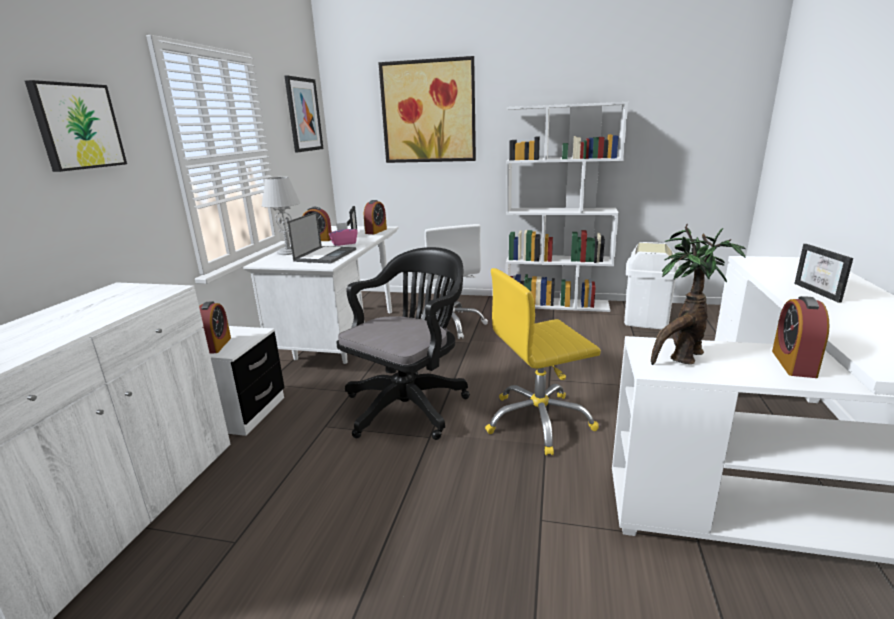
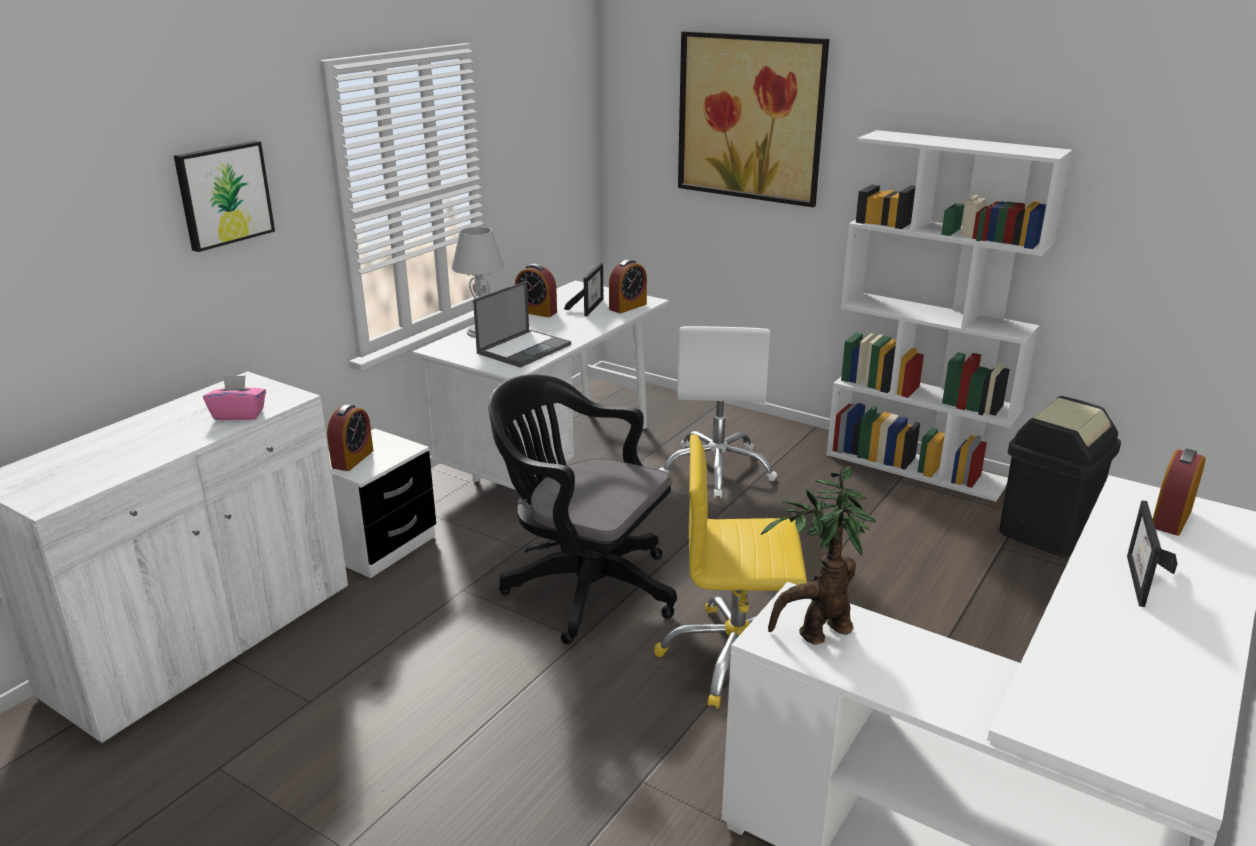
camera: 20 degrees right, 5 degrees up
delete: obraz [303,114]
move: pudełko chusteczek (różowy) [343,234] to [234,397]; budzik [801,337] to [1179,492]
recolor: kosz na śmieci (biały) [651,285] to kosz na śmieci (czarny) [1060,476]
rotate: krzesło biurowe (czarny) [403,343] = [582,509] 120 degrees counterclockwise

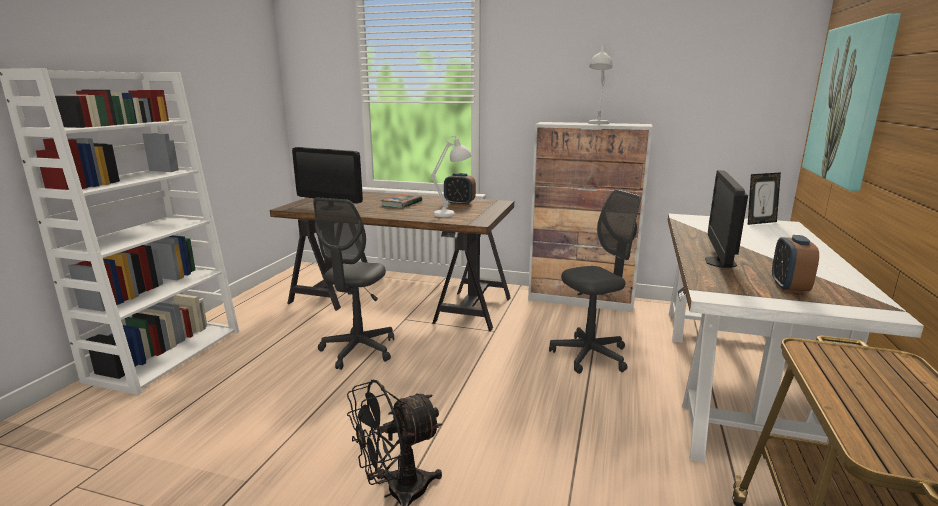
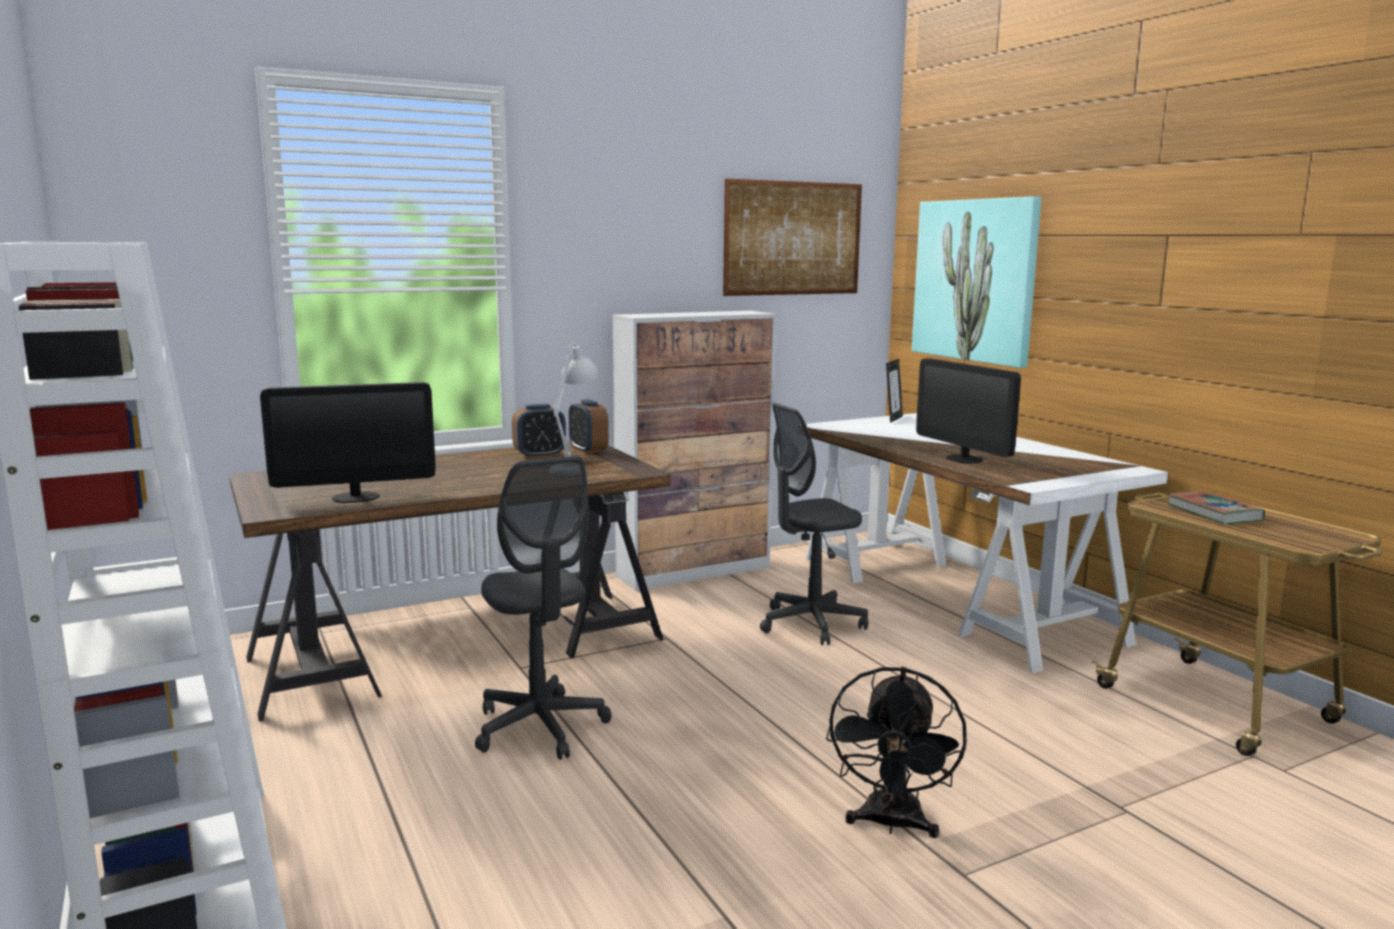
camera: 45 degrees left, 5 degrees down
delete: lampa stołowa (biały) [600,83]
insert: obraz [792,237]
move: książka [401,200] to [1216,507]; budzik [795,264] to [589,426]
rotate: krzesło biurowe (szary) [595,282] = [814,523] 135 degrees counterclockwise

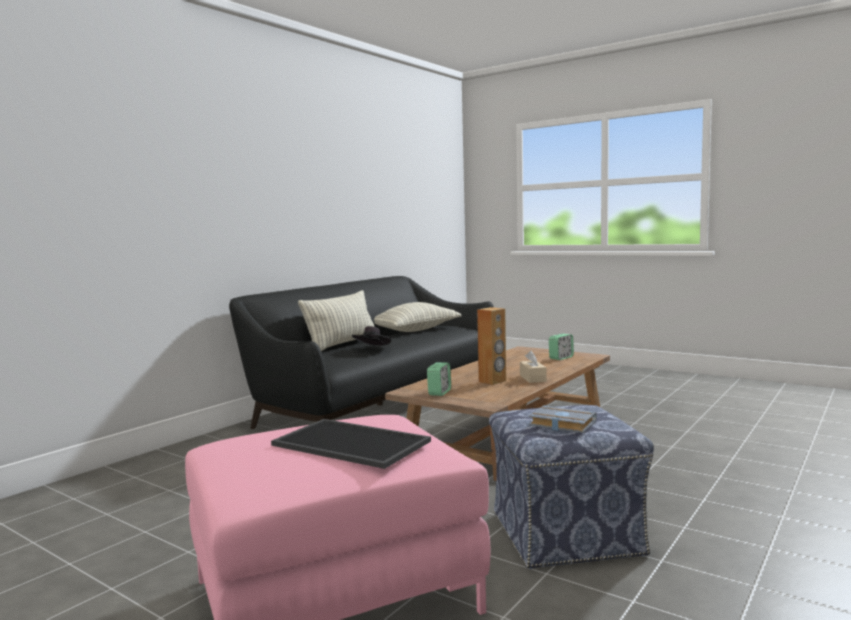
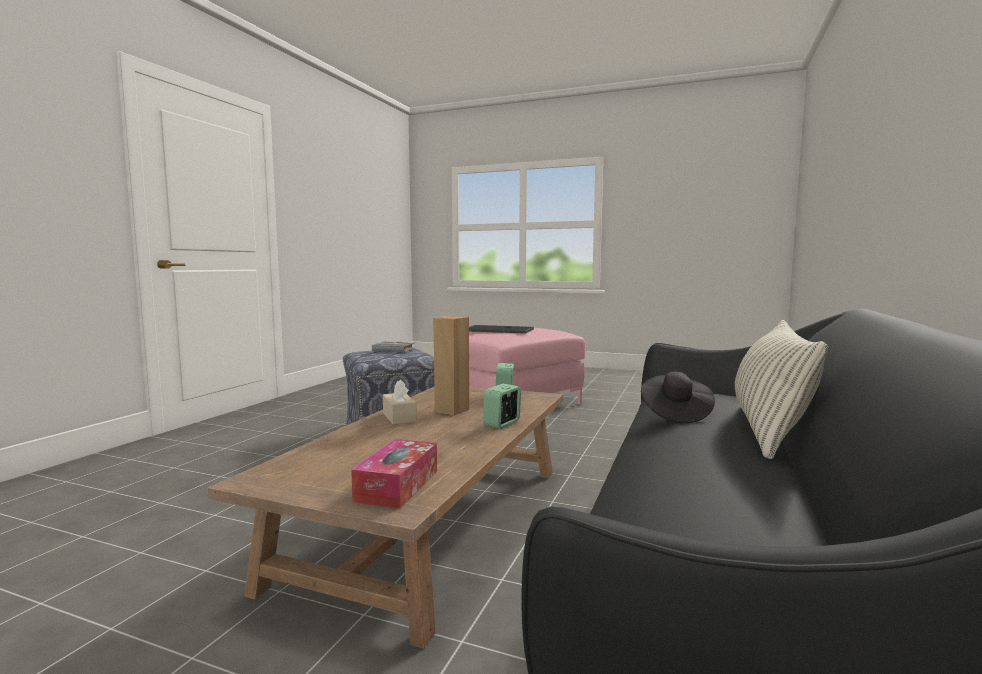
camera: 165 degrees right, 0 degrees up
delete: poduszka [417,317]
insert: pudełko chusteczek [394,473]
move: budzik [561,347] to [502,406]

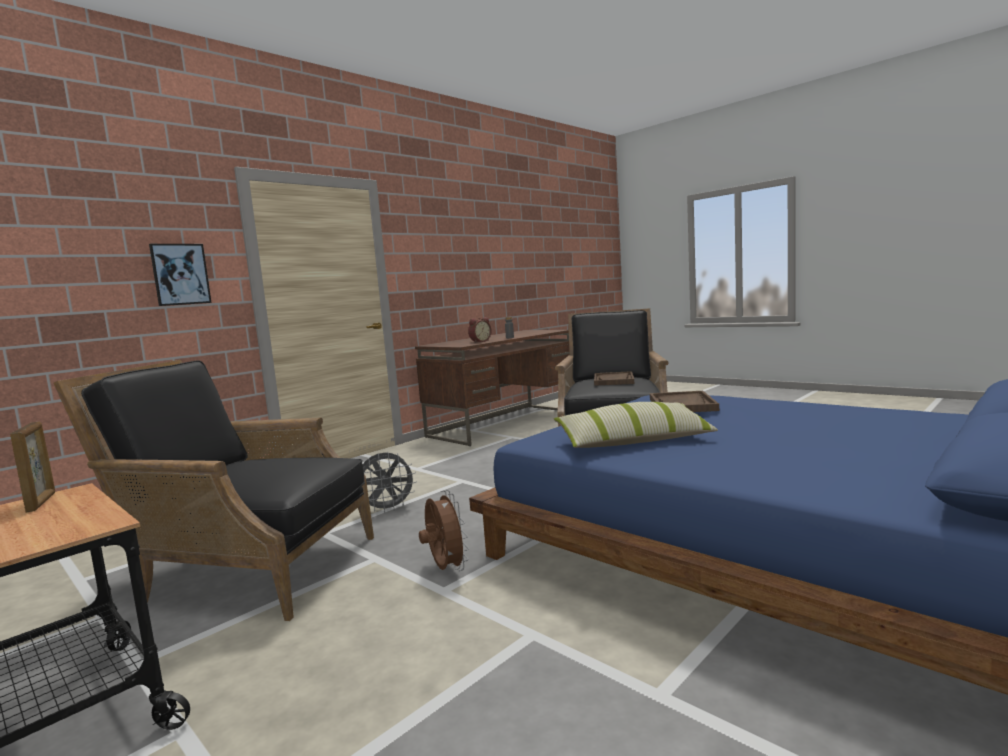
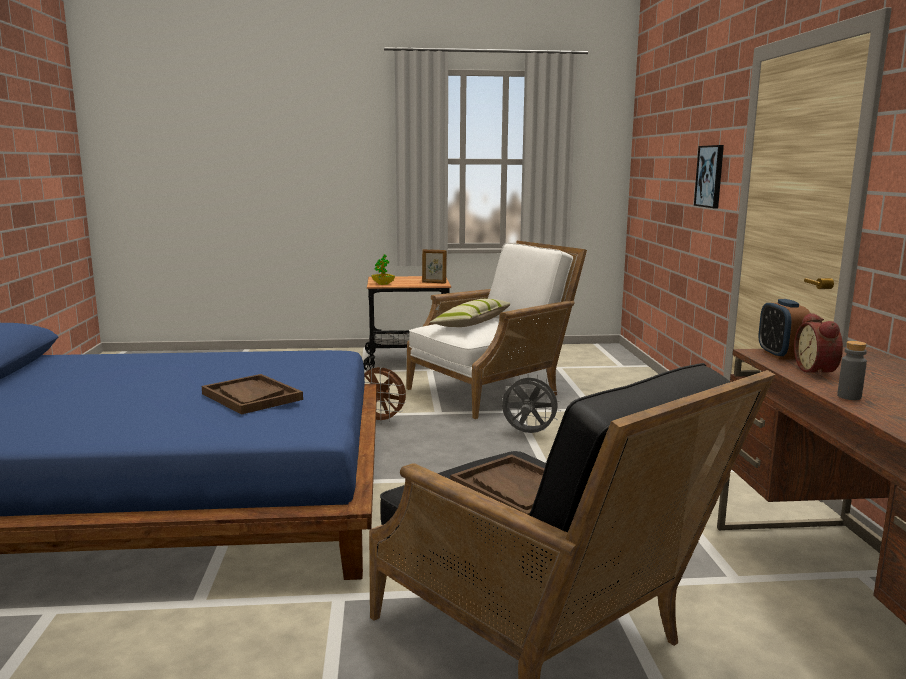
camera: 130 degrees right, 5 degrees up
insert: roślina doniczkowa [383,269]; budzik [784,329]
move: poduszka [636,425] to [470,313]
recolor: fotel (czarny) [214,490] to fotel (biały) [497,330]
rotate: wentylator (szary) [390,482] = [532,403] 90 degrees clockwise

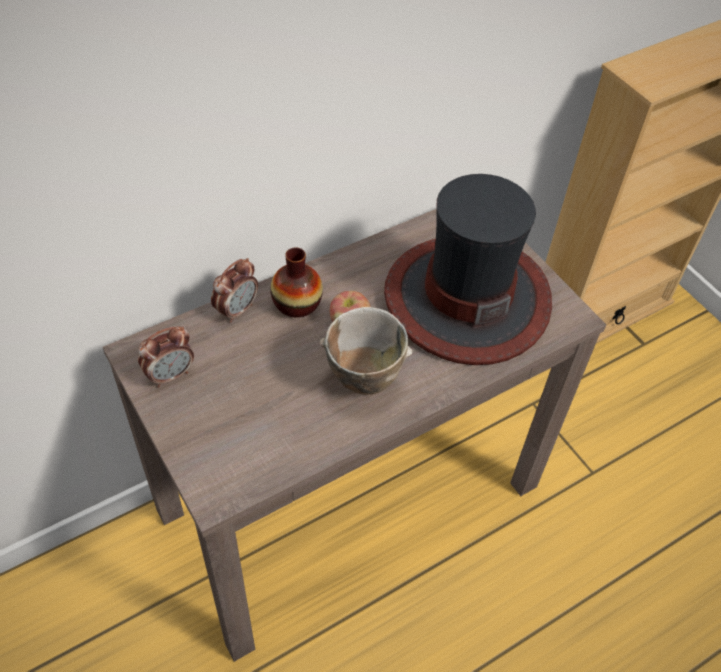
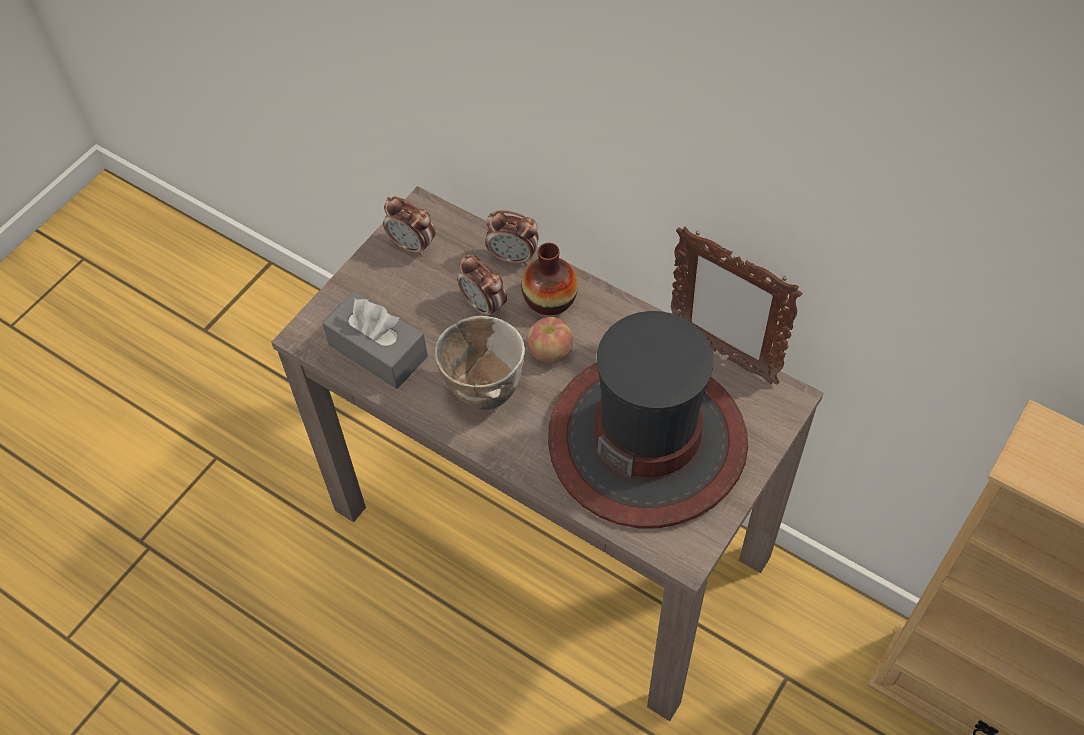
camera: 70 degrees right, 5 degrees up
insert: ramka na zdjęcie [736,305]; budzik [482,285]; pudełko chusteczek (szary) [375,340]

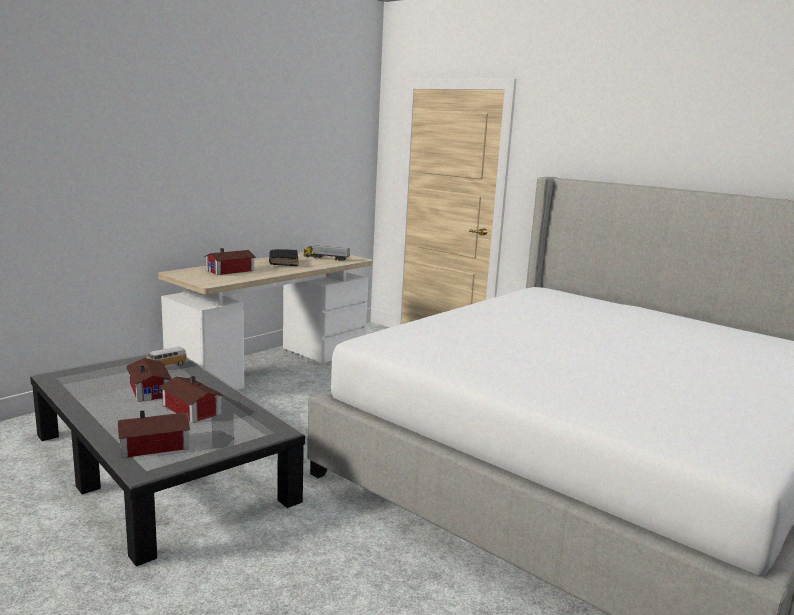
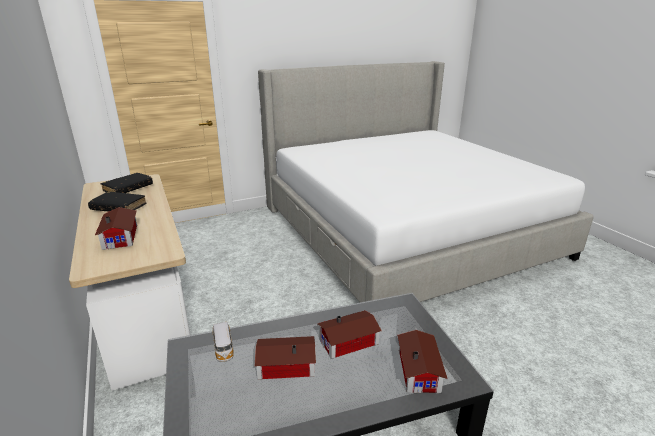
camera: 65 degrees left, 10 degrees up
replace: ciężarówka zabawkowa [327,253] to książka (czarny) [127,183]

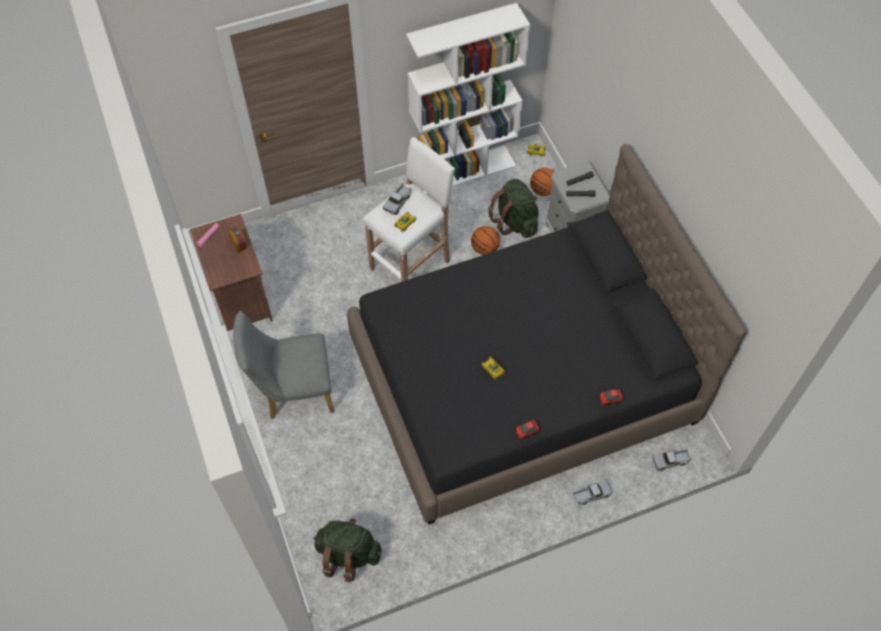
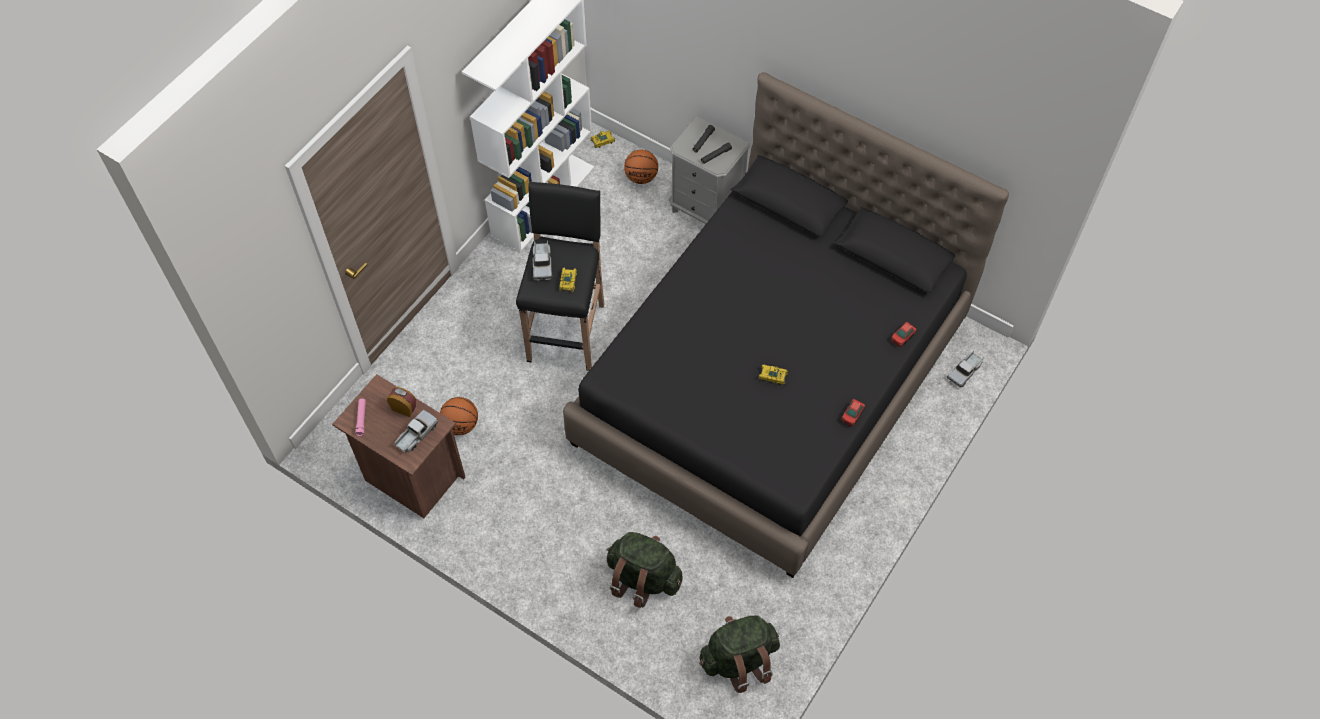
camera: 35 degrees left, 0 degrees up
delete: krzesło (szary) [283,365]
move: plecak (zielony) [513,208] to [645,570]; piłka do koszykówki [485,240] to [459,416]; ciężarówka zabawkowa [592,492] to [416,431]
recolor: stołek (biały) [409,209] to stołek (czarny) [560,276]

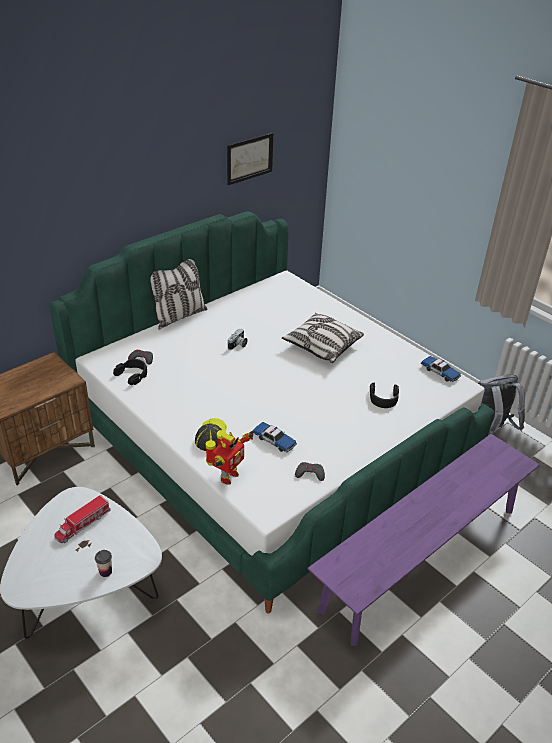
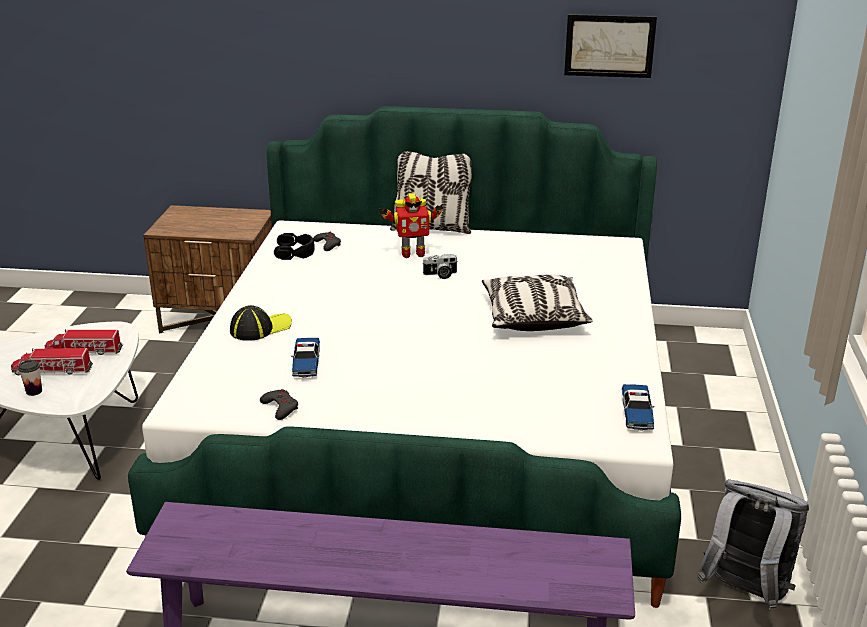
camera: 50 degrees right, 10 degrees down
delete: słuchawki (czarny) [384,395]
insert: ciężarówka zabawkowa [52,361]
move: robot zabawkowy [230,457] to [411,225]

